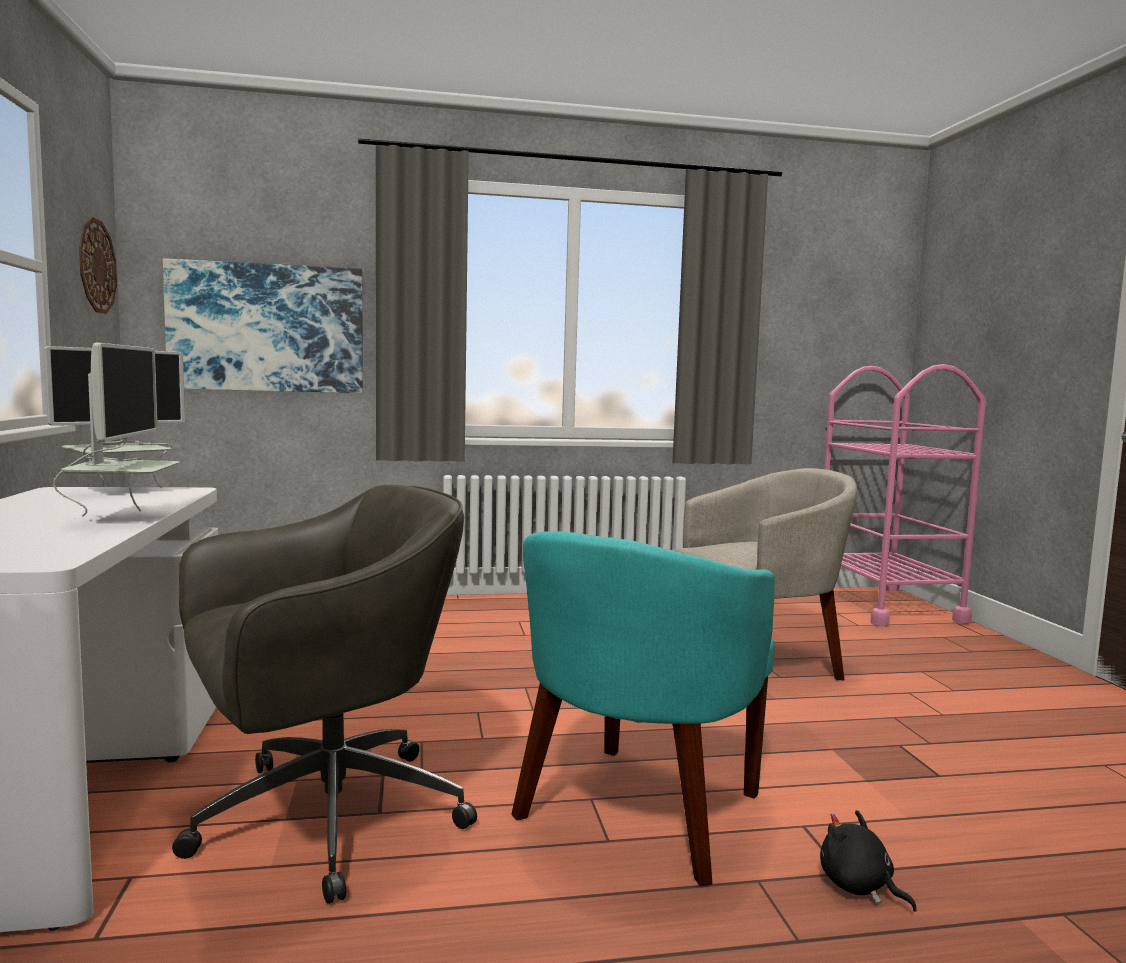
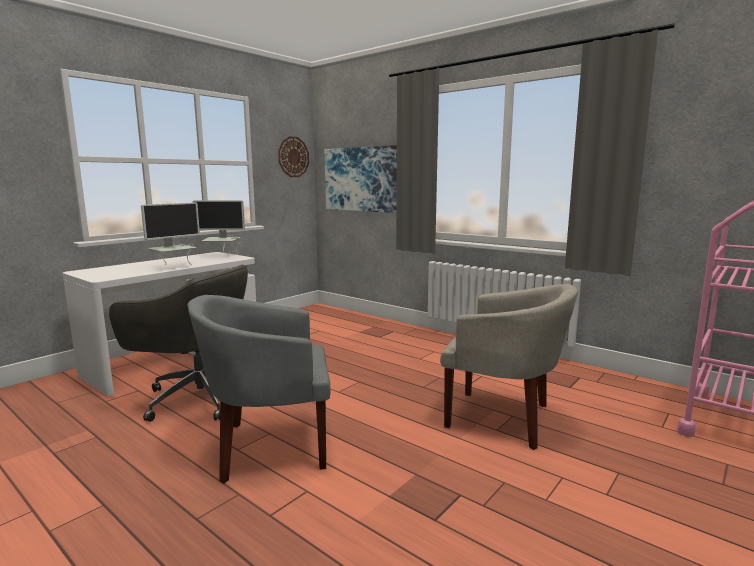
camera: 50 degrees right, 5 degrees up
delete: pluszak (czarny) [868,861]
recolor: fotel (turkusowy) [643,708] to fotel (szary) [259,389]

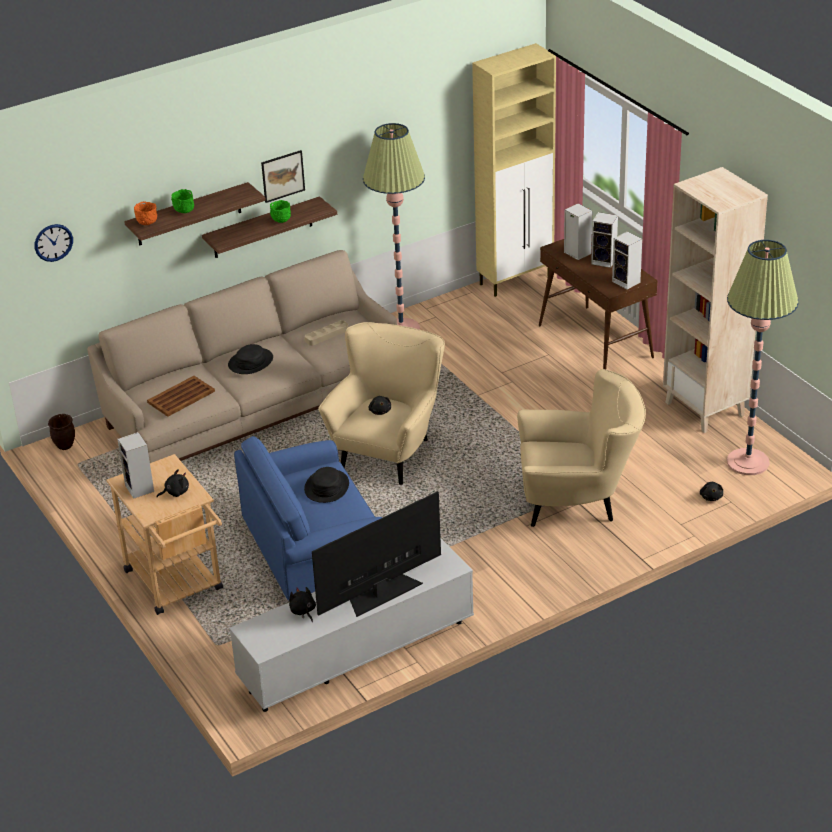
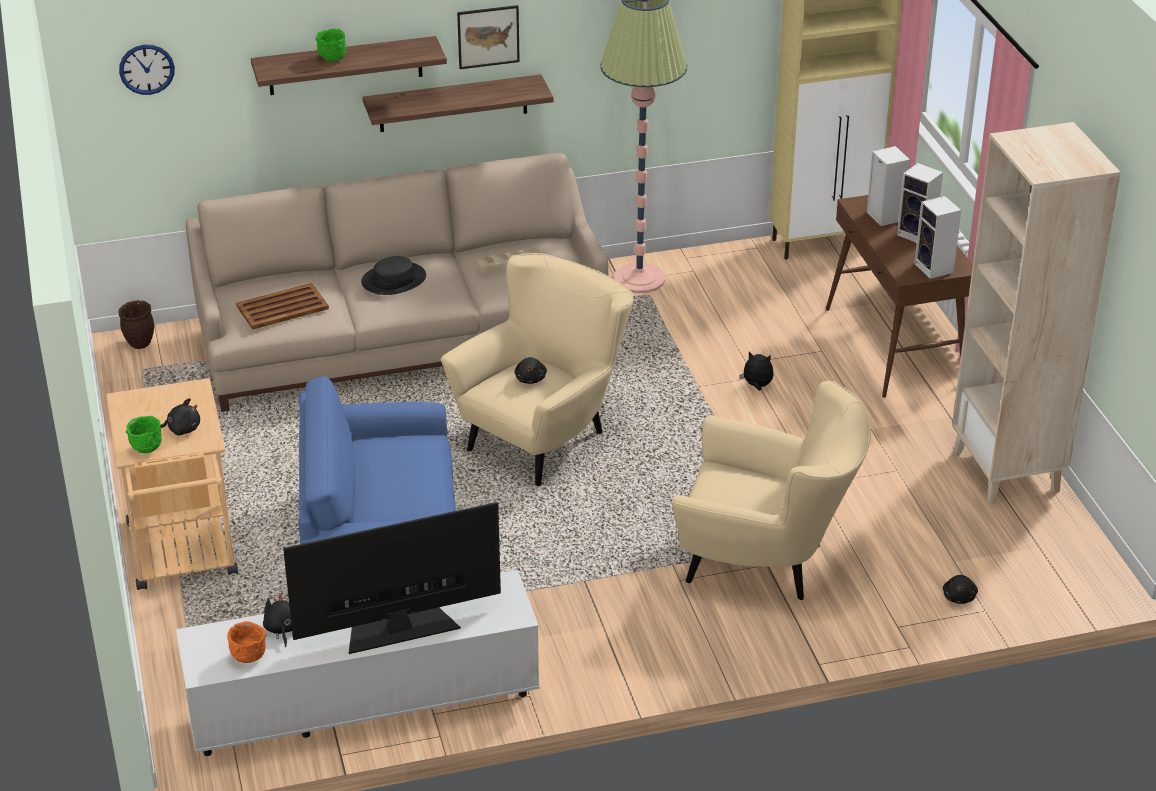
camera: 15 degrees right, 0 degrees up
delete: lampa stojąca [763,357]; głośnik [135,465]; kapelusz (czarny) [326,485]
insert: pluszak [756,371]
move: miska (zielony) [280,211] to [144,434]; miska (pomarańczowy) [145,214] to [246,642]

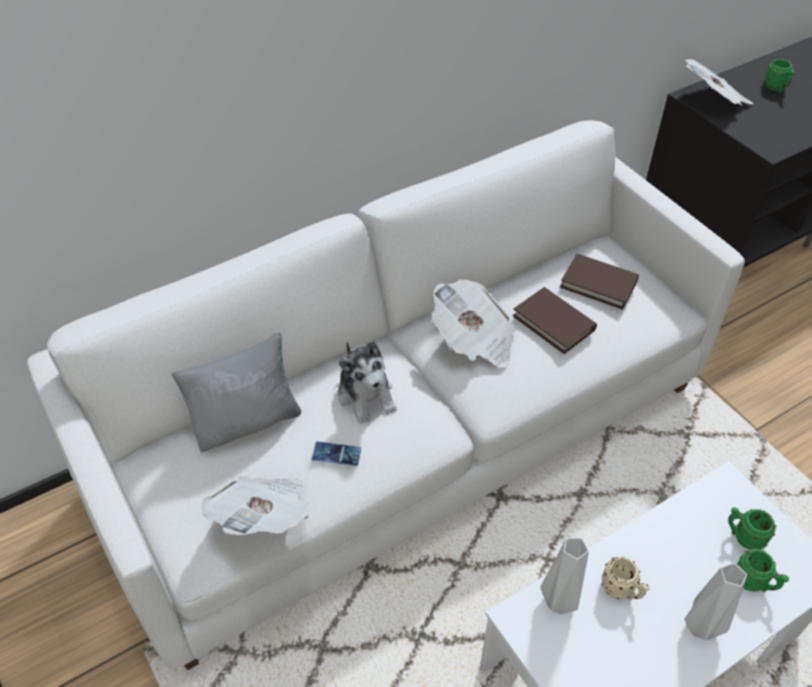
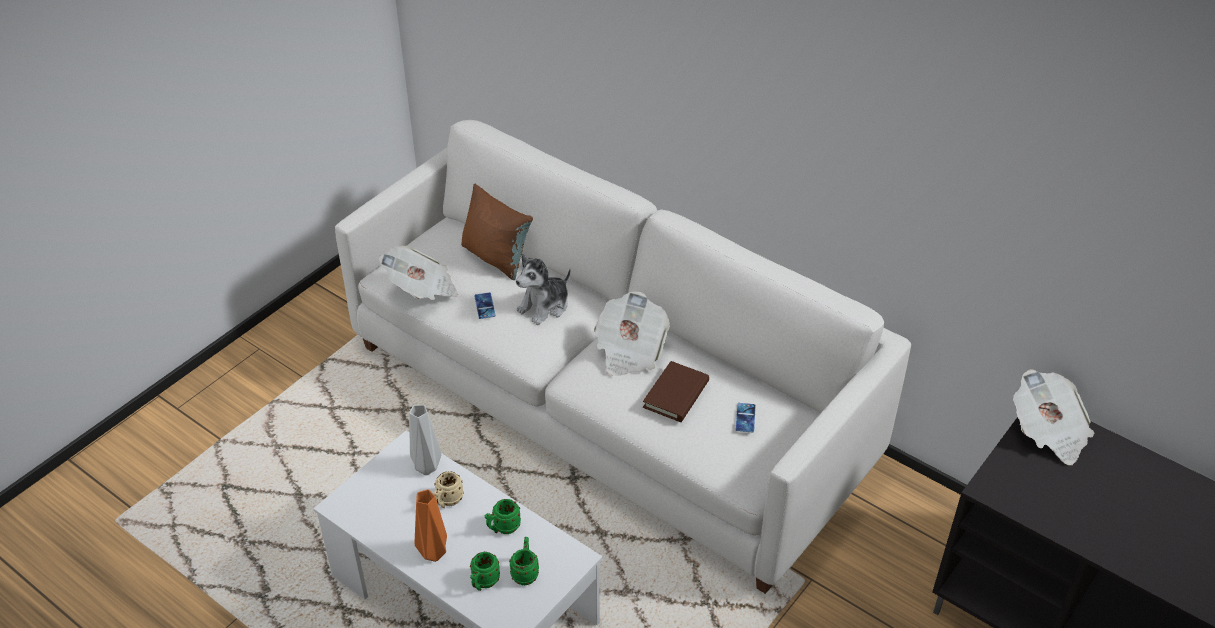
camera: 70 degrees right, 5 degrees down
move: kubek (zielony) [779,76] to [503,516]
replace: książka (brązowy) [599,281] to telefon [746,418]
recolor: poduszka (szary) [236,392] to poduszka (brązowy) [497,231]; wazon (szary) [715,601] to wazon (pomarańczowy) [431,525]

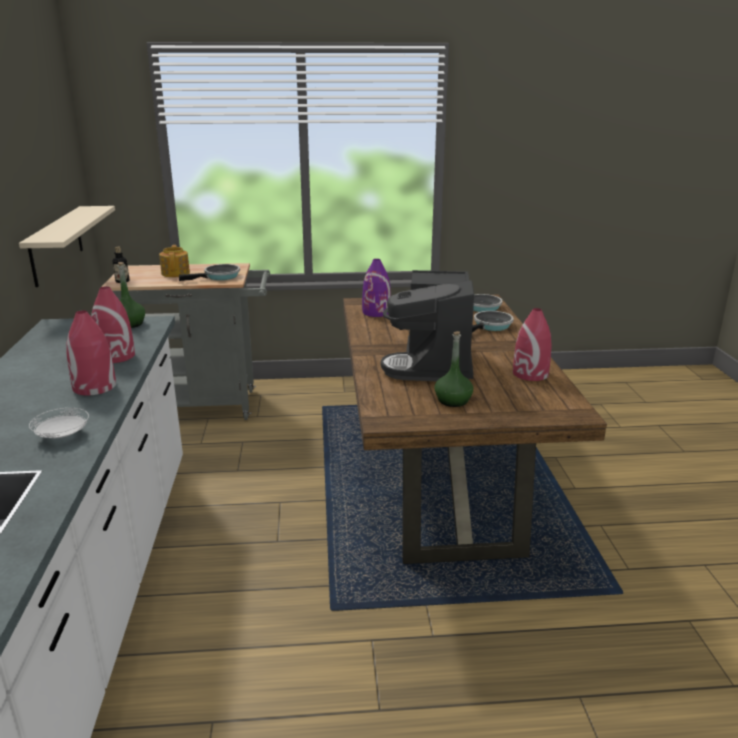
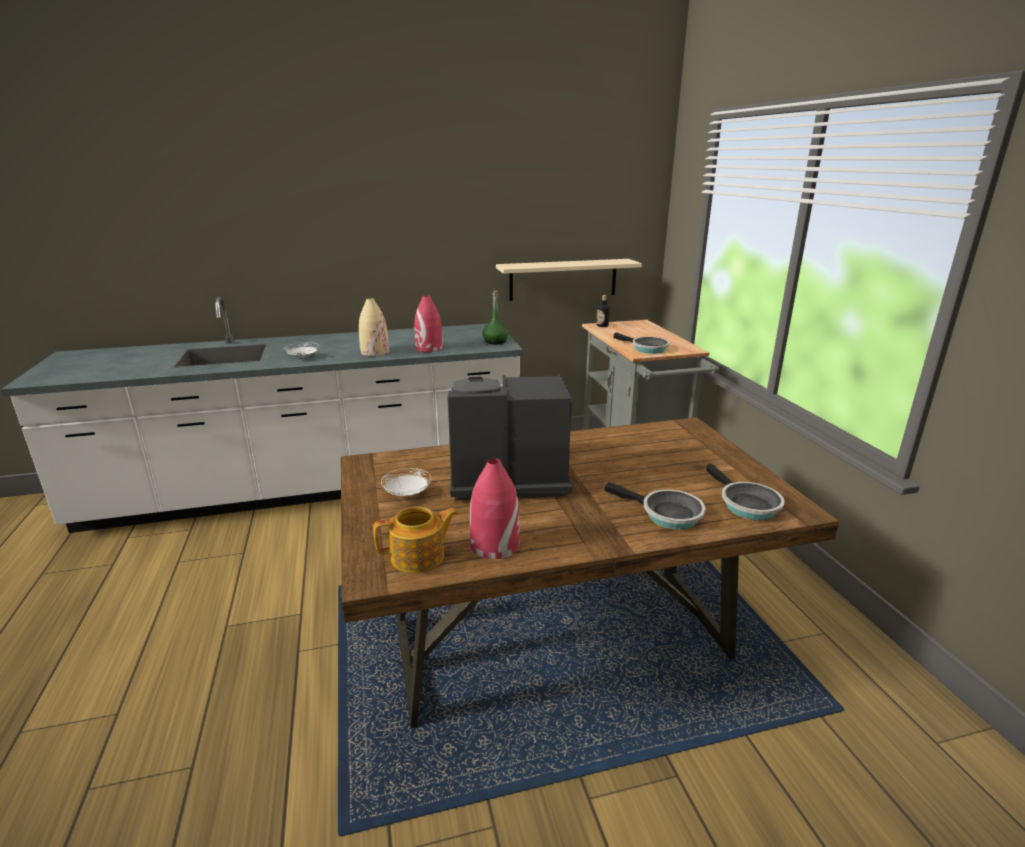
camera: 80 degrees right, 0 degrees up
delete: wazon (fioletowy) [376,288]
move: imbryk [174,261] to [416,539]
replace: butelka (zielony) [453,369] to talerz (biały) [406,482]
recolor: wazon (czerwony) [91,352] to wazon (beżowy) [374,327]

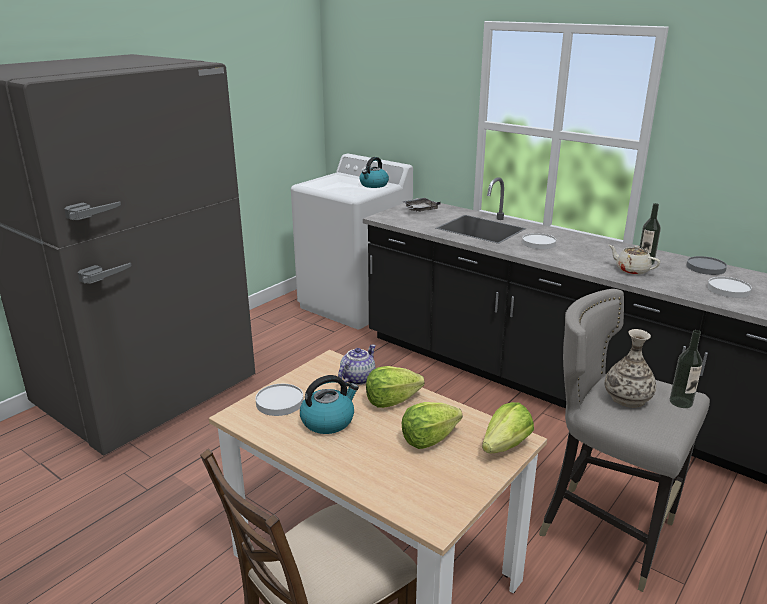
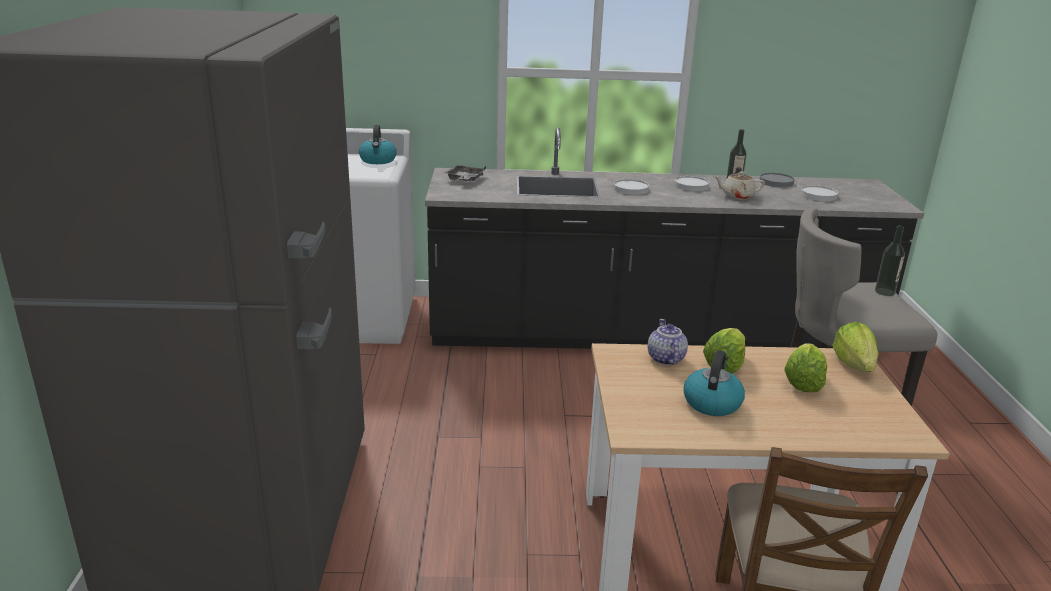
camera: 40 degrees left, 0 degrees up
delete: wazon [630,368]
move: talerz (biały) [279,400] to [691,183]

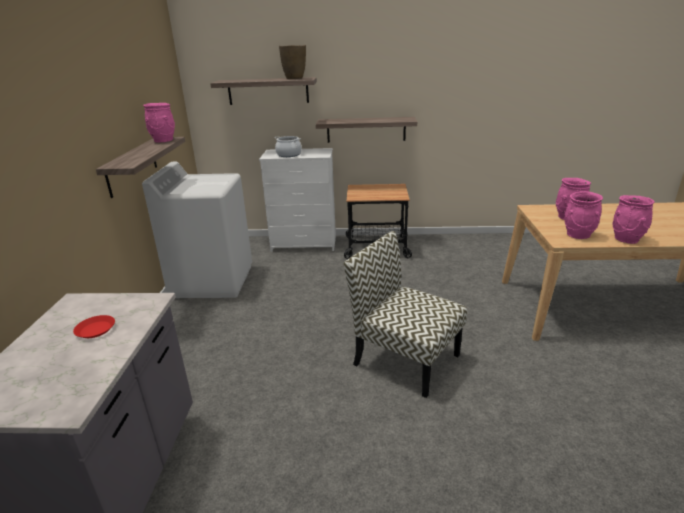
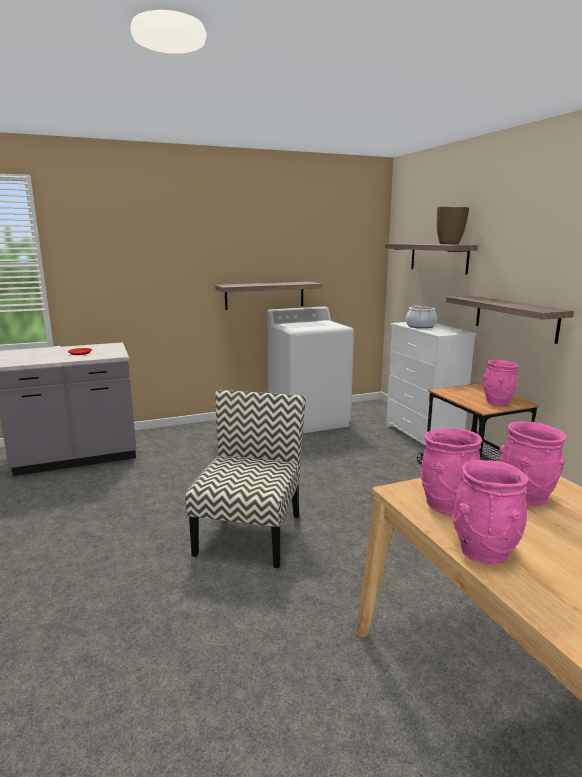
camera: 65 degrees right, 10 degrees down
move: wazon (różowy) [159,123] to [501,383]

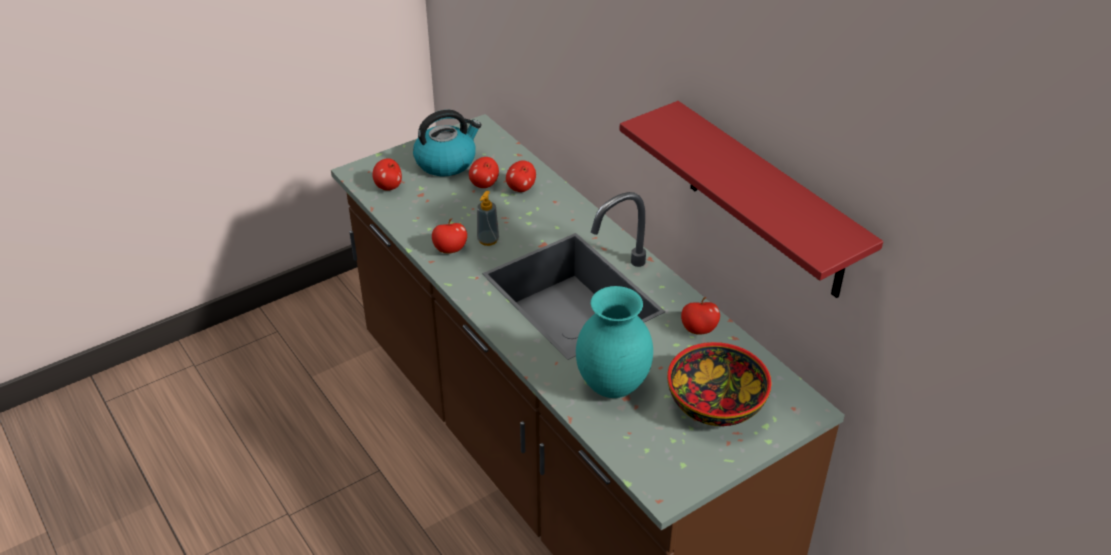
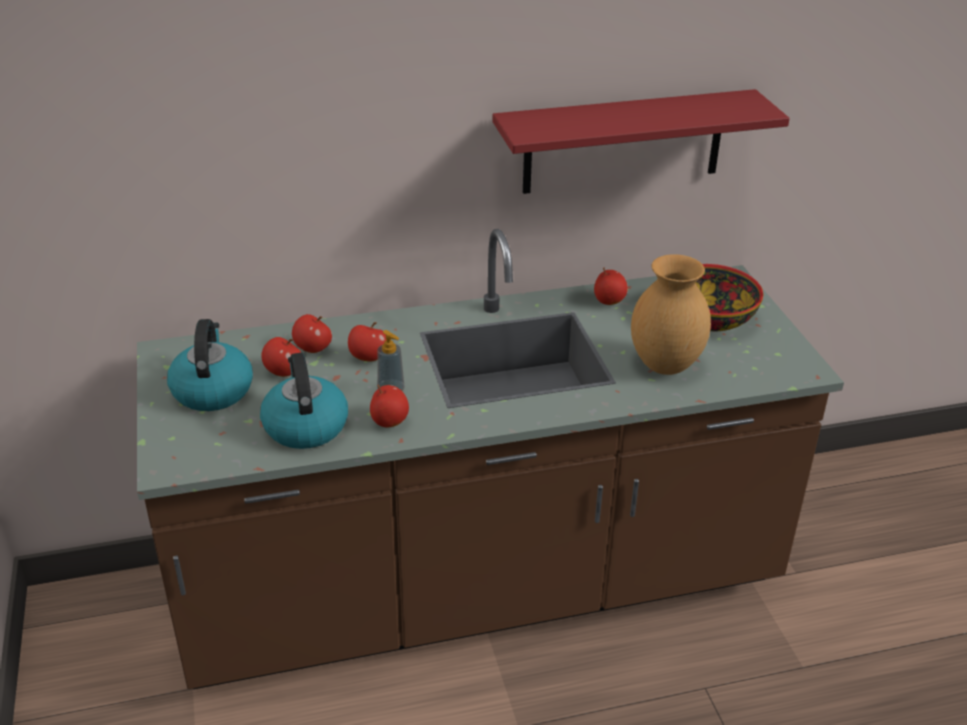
camera: 70 degrees left, 5 degrees down
insert: czajnik [304,401]
move: jabłko [387,174] to [367,341]
recolor: wazon (turkusowy) [614,342] to wazon (brązowy) [671,314]

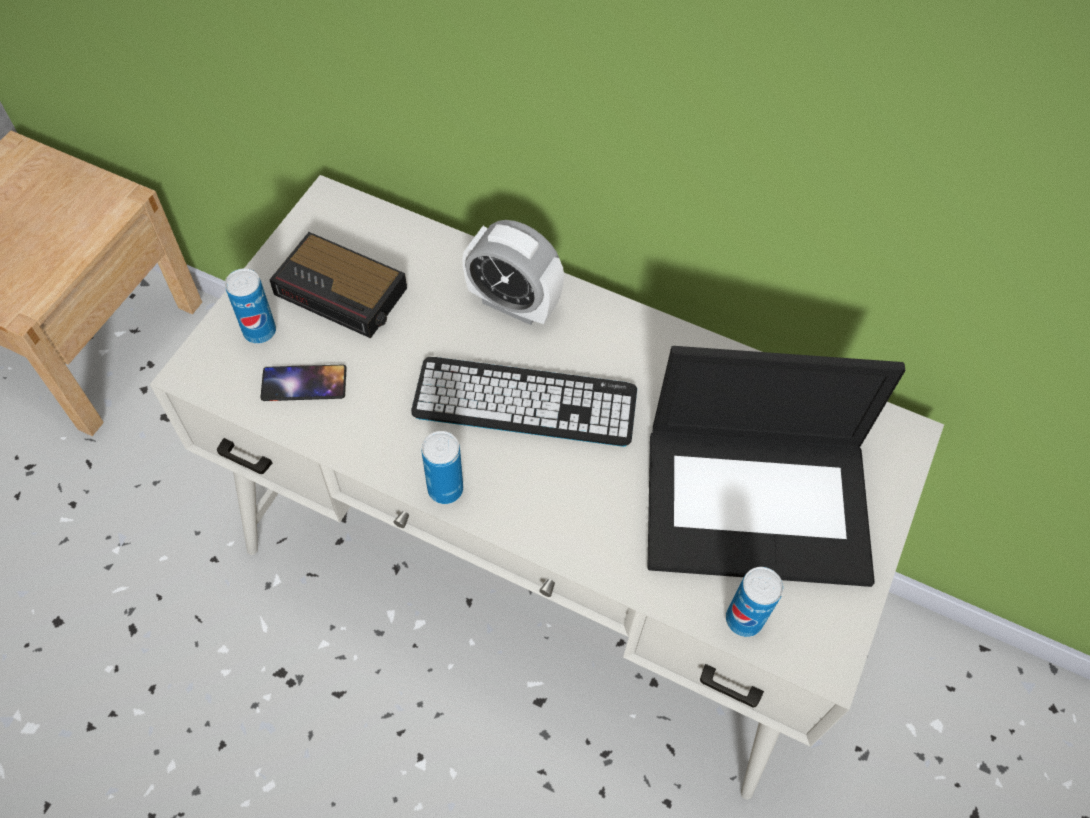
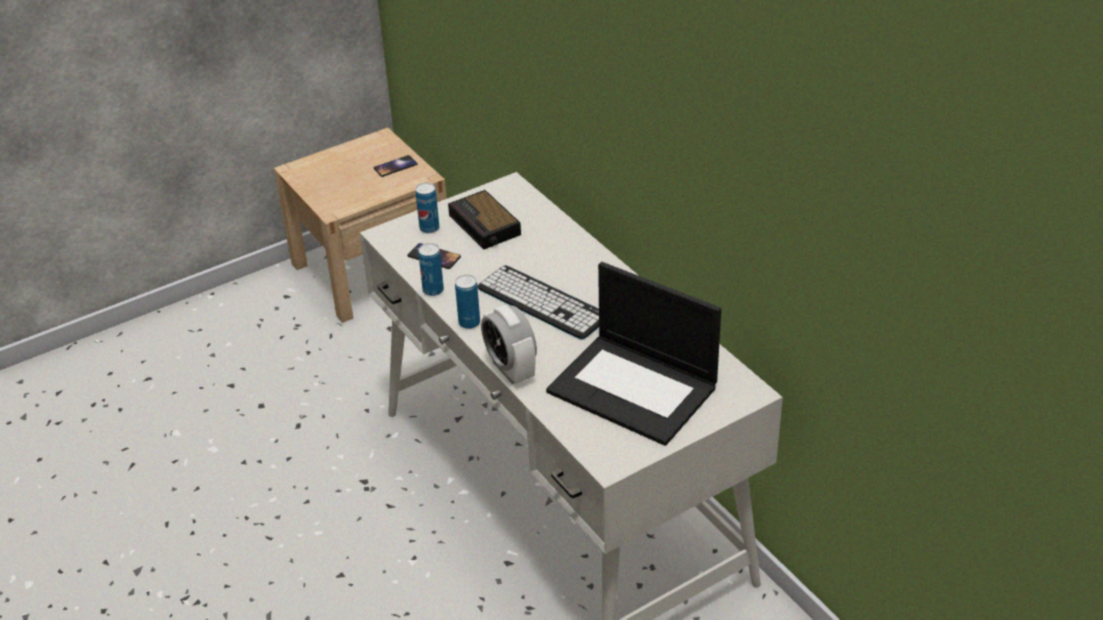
camera: 35 degrees right, 20 degrees down
insert: telefon [395,166]
move: budzik [513,272] to [509,344]; puszka [754,602] to [431,269]

